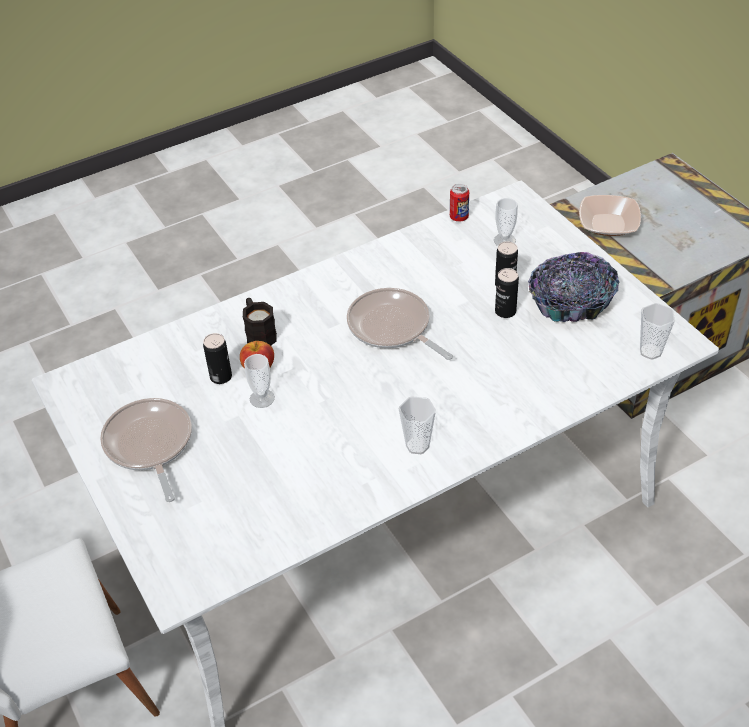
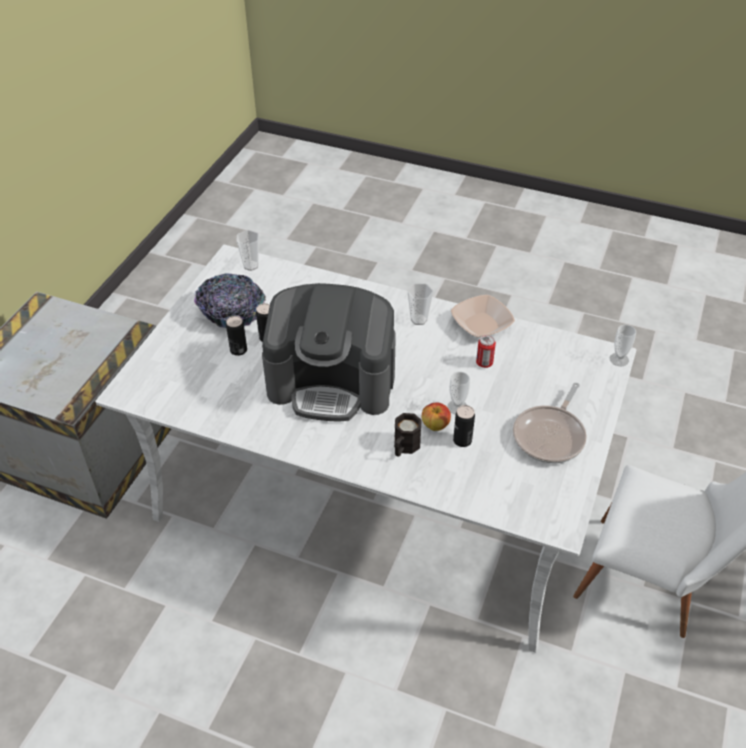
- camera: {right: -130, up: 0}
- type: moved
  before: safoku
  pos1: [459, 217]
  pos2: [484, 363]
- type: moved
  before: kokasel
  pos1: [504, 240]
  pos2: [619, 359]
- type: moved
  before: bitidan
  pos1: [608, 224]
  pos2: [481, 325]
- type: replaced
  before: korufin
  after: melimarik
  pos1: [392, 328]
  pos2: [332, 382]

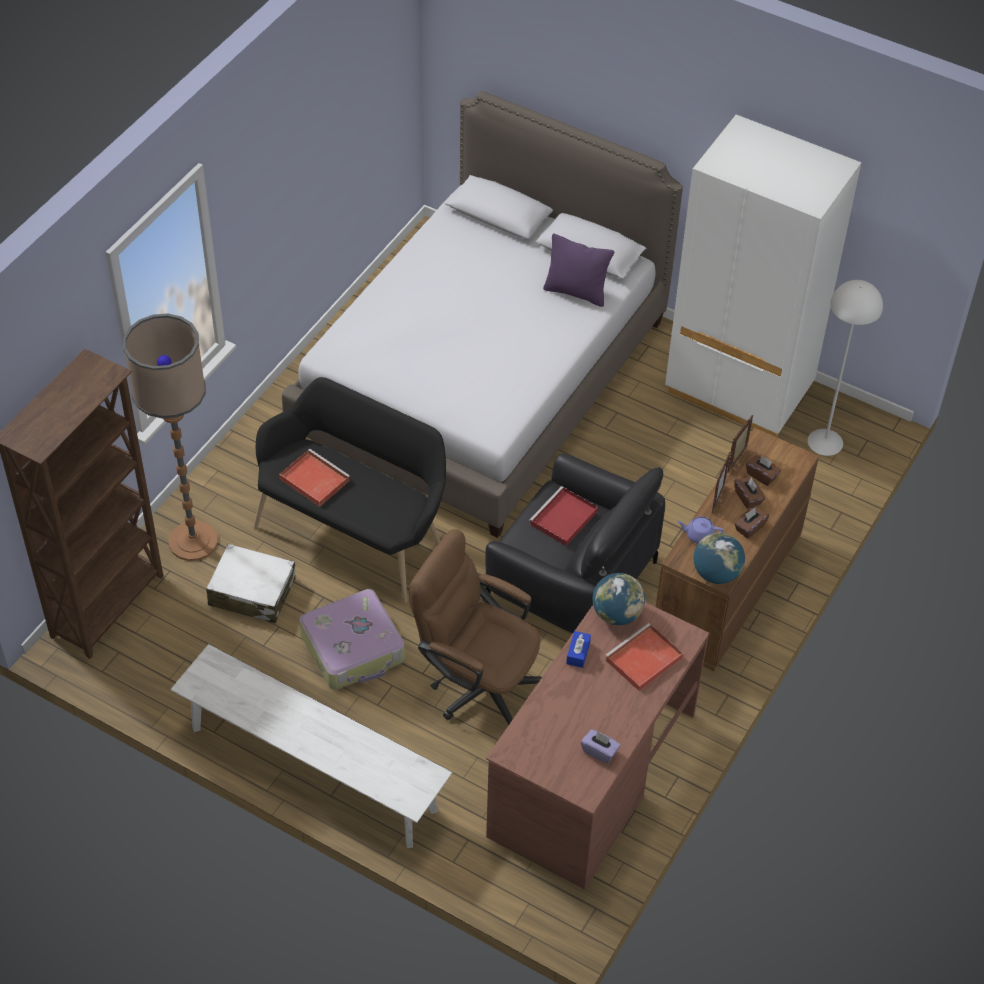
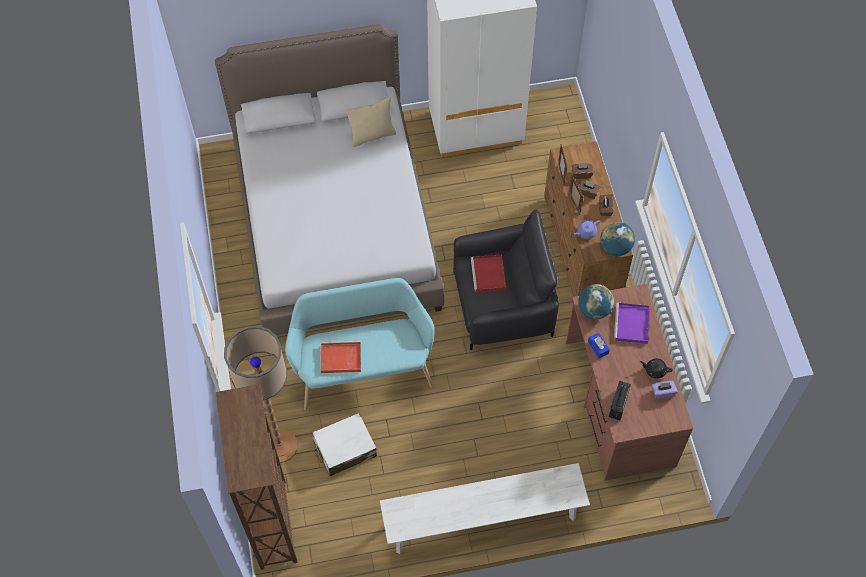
- camera: {right: -40, up: 10}
- type: removed
  before: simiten
  pos1: [354, 648]
- type: removed
  before: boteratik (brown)
  pos1: [477, 682]
- type: removed
  before: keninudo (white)
  pos1: [825, 442]
- type: added
  after: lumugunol
  pos2: [618, 405]
- type: added
  after: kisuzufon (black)
  pos2: [654, 370]
- type: recoloured
  before: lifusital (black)
  after: lifusital (turquoise)
  pos1: [355, 532]
  pos2: [363, 368]
- type: recoloured
  before: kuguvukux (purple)
  after: kuguvukux (beige)
  pos1: [576, 292]
  pos2: [372, 135]
- type: recoloured
  before: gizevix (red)
  after: gizevix (purple)
  pos1: [643, 660]
  pos2: [632, 325]

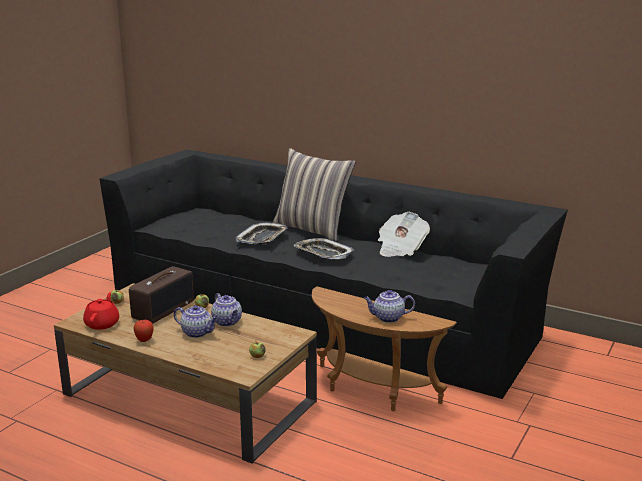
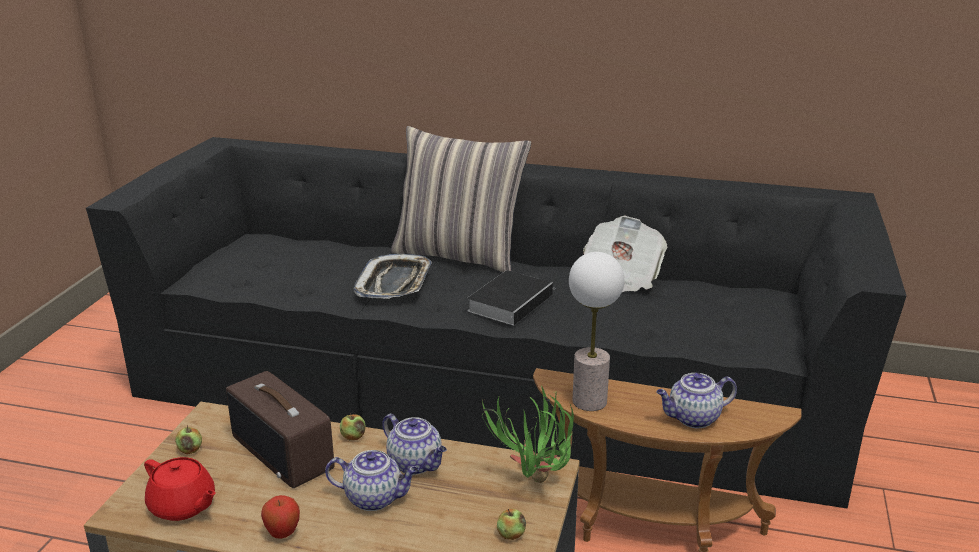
- camera: {right: -15, up: 5}
- type: added
  after: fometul
  pos2: [534, 487]
- type: added
  after: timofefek
  pos2: [589, 401]
- type: replaced
  before: gizevix
  after: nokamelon
  pos1: [323, 253]
  pos2: [511, 301]
- type: turned
  before: kisuzufon (red)
  pos1: [102, 324]
  pos2: [183, 506]
  turn: 135
- type: turned
  before: lumugunol
  pos1: [163, 309]
  pos2: [284, 452]
  turn: 120

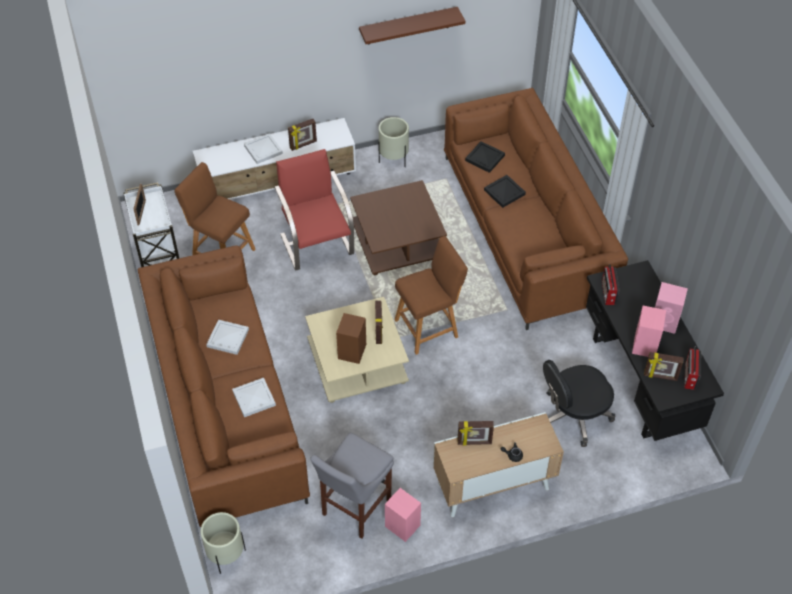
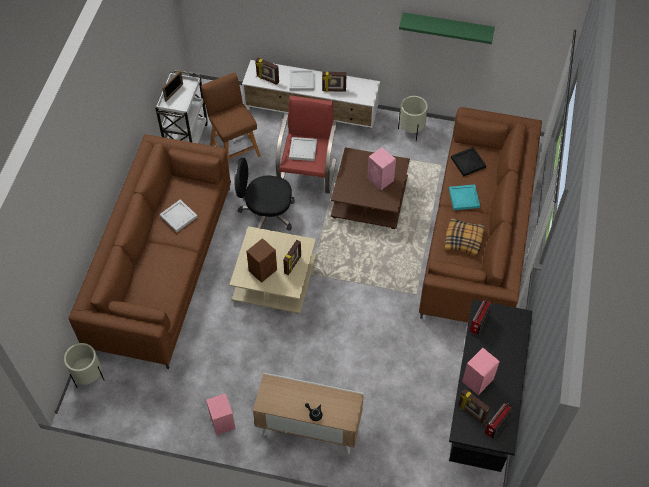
- camera: {right: 30, up: 5}
- type: removed
  before: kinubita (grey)
  pos1: [354, 509]
- type: removed
  before: kinubita (brown)
  pos1: [429, 327]
- type: added
  after: kuguvukux
  pos2: [463, 240]
- type: moved
  before: gizevix (white)
  pos1: [254, 398]
  pos2: [303, 149]
- type: moved
  before: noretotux
  pos1: [474, 442]
  pos2: [267, 79]
- type: moved
  before: boteratik (black)
  pos1: [573, 415]
  pos2: [266, 214]
- type: moved
  before: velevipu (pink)
  pos1: [665, 322]
  pos2: [381, 180]
- type: recoloured
  before: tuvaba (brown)
  after: tuvaba (green)
  pos1: [408, 26]
  pos2: [447, 27]
- type: recoloured
  before: gizevix (black)
  after: gizevix (turquoise)
  pos1: [504, 193]
  pos2: [463, 198]

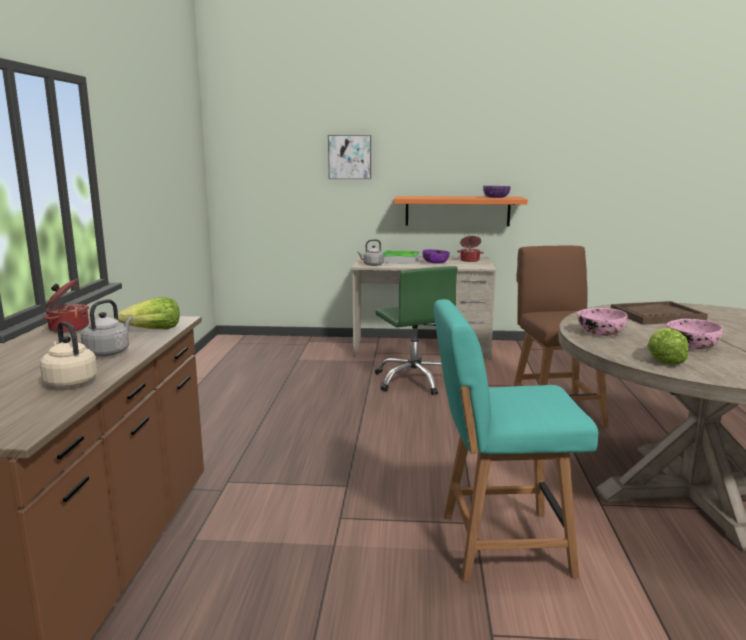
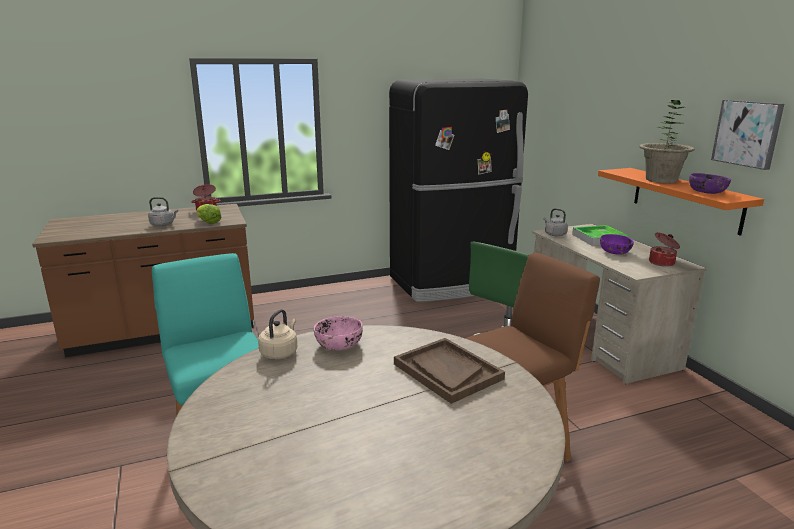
- camera: {right: 65, up: 5}
- type: removed
  before: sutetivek
  pos1: [664, 360]
- type: removed
  before: bitidan (pink)
  pos1: [691, 346]
- type: added
  after: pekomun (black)
  pos2: [452, 282]
- type: added
  after: fometul
  pos2: [661, 180]
- type: moved
  before: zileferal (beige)
  pos1: [70, 382]
  pos2: [280, 352]
- type: moved
  before: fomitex
  pos1: [349, 157]
  pos2: [747, 133]

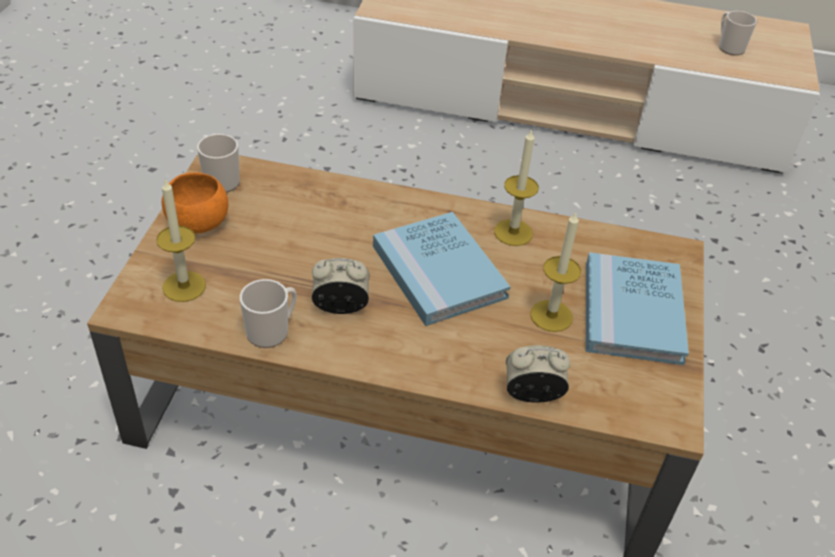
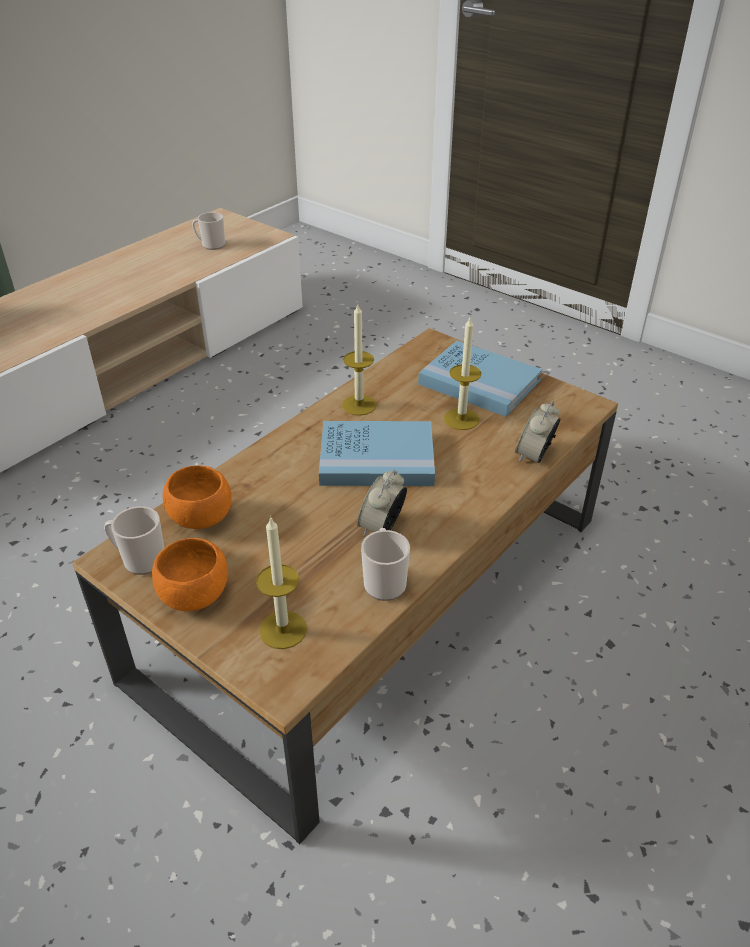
- camera: {right: -60, up: -5}
- type: added
  after: bitidan (orange)
  pos2: [201, 518]

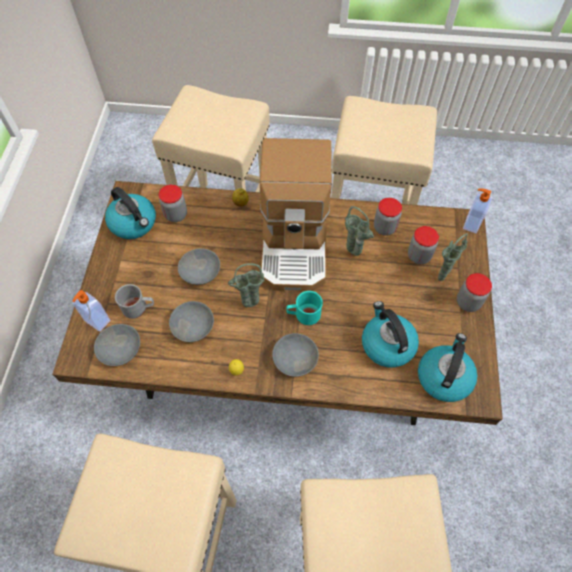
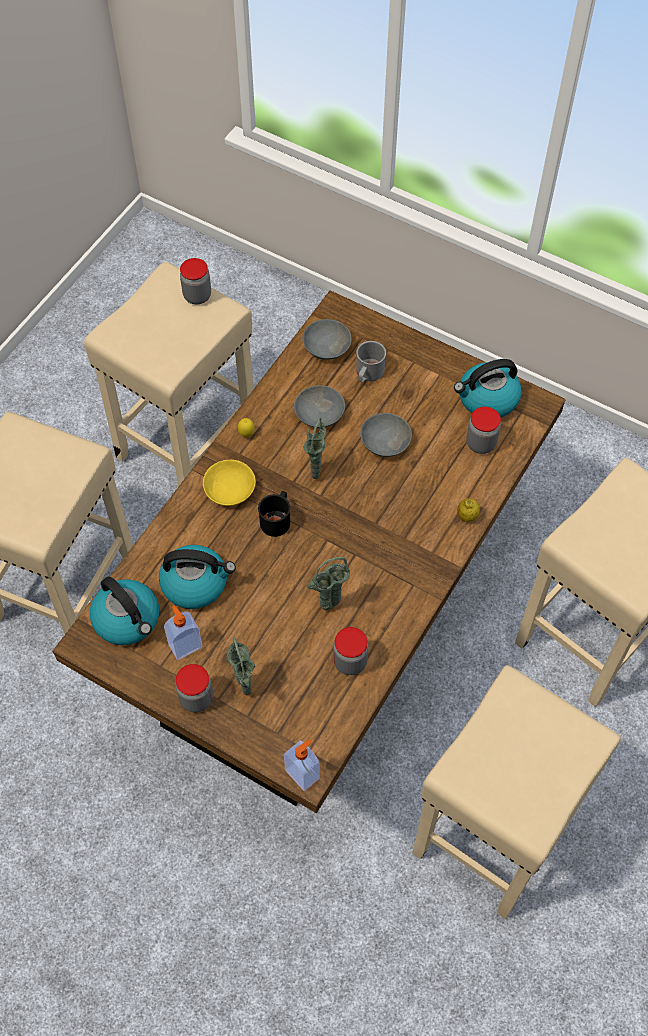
- camera: {right: 115, up: 0}
- type: removed
  before: melimarik
  pos1: [295, 243]
- type: moved
  before: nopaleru
  pos1: [97, 321]
  pos2: [185, 645]
- type: moved
  before: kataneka
  pos1: [419, 256]
  pos2: [197, 296]
- type: recoloured
  before: bitidan (grey)
  after: bitidan (yellow)
  pos1: [295, 360]
  pos2: [229, 489]
- type: recoloured
  before: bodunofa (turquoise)
  after: bodunofa (black)
  pos1: [303, 314]
  pos2: [277, 519]

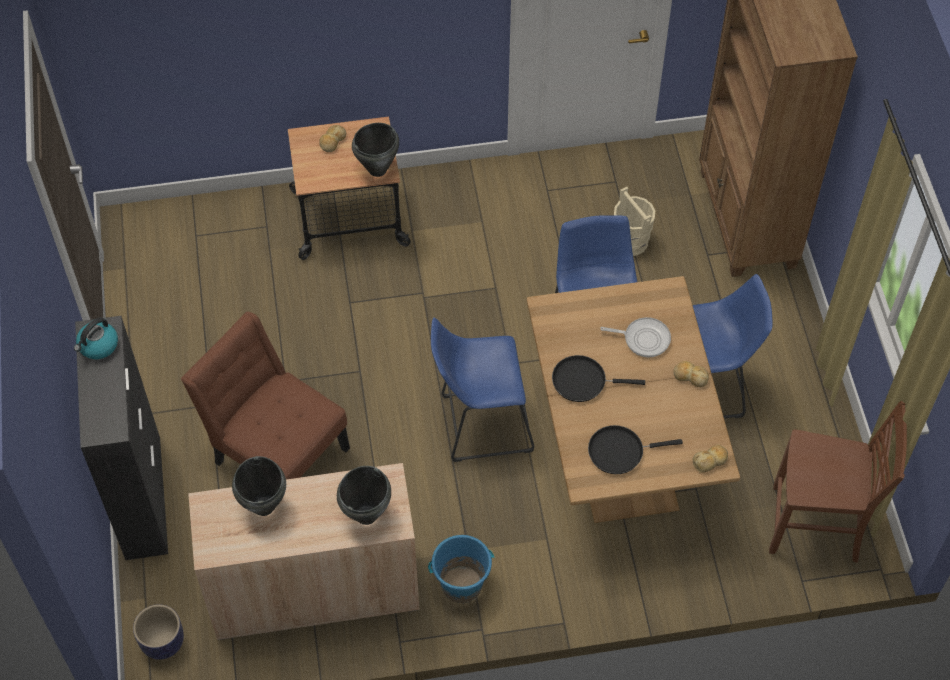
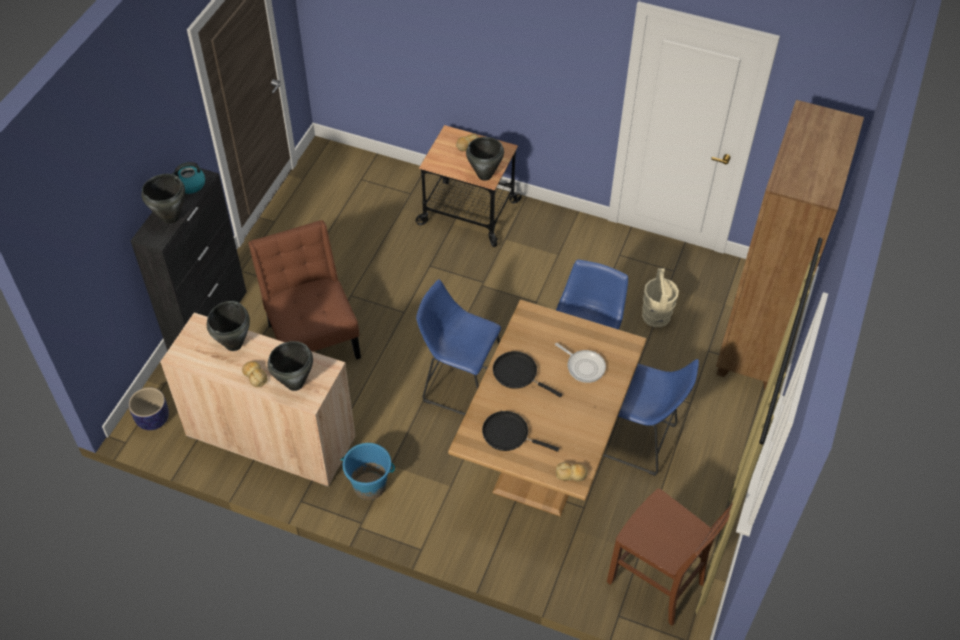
- camera: {right: 30, up: -5}
- type: added
  after: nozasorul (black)
  pos2: [170, 218]
- type: moved
  before: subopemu
  pos1: [690, 376]
  pos2: [255, 376]

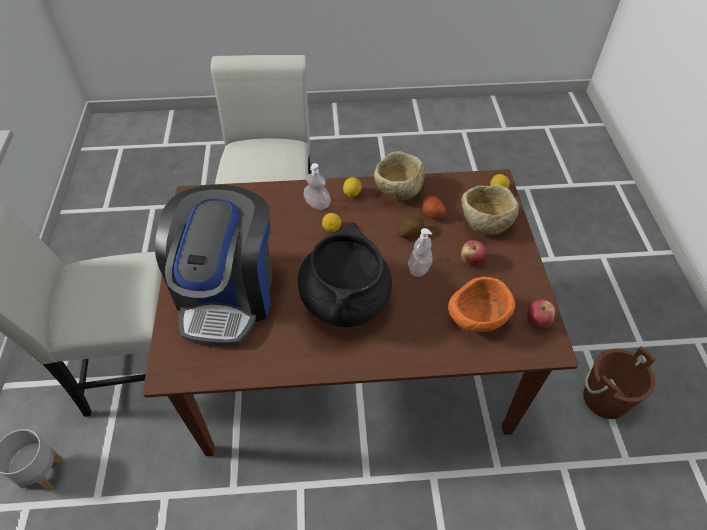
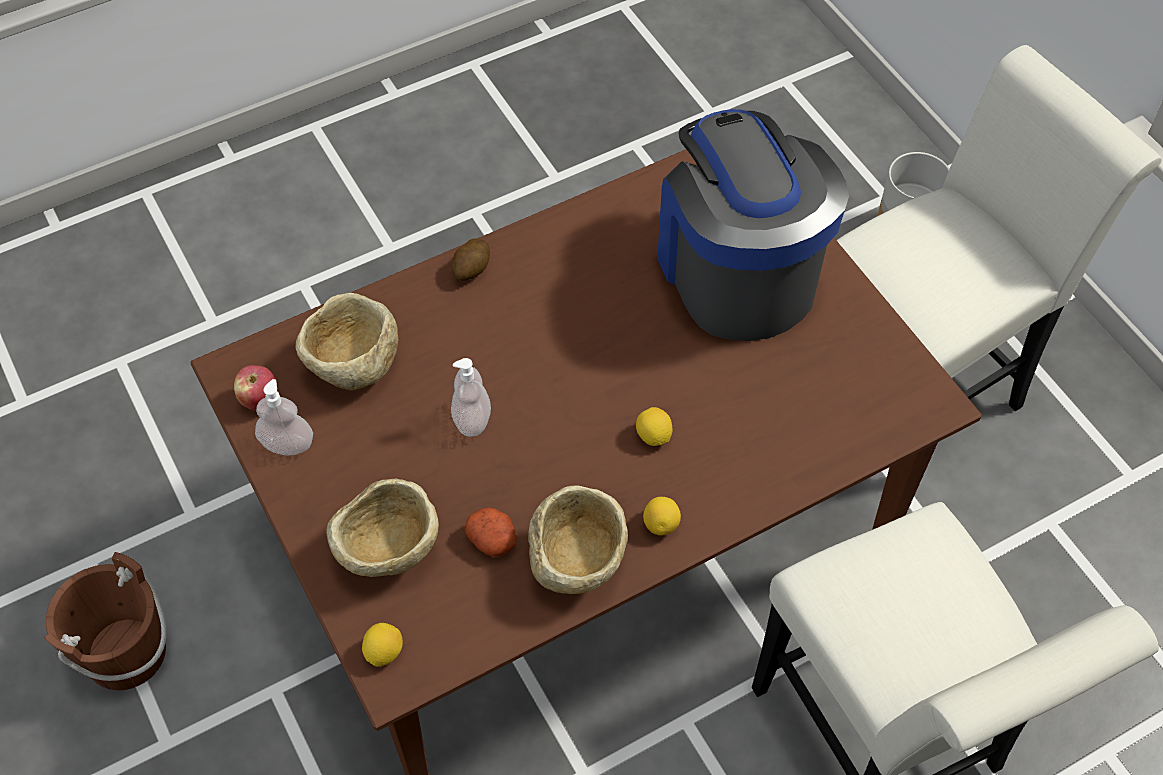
- camera: {right: 155, up: 5}
- type: removed
  before: nozasorul (black)
  pos1: [345, 300]
- type: removed
  before: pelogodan
  pos1: [471, 261]
- type: moved
  before: nopaleru
  pos1: [317, 204]
  pos2: [287, 444]
- type: moved
  before: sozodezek
  pos1: [410, 232]
  pos2: [471, 269]
- type: recoloured
  before: bitidan (orange)
  after: bitidan (beige)
  pos1: [476, 321]
  pos2: [353, 367]

